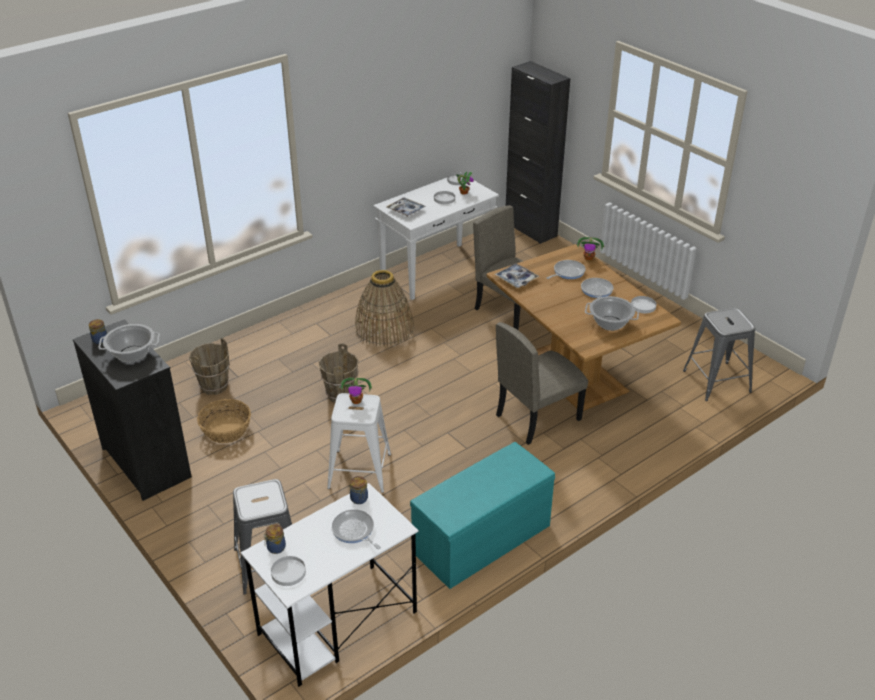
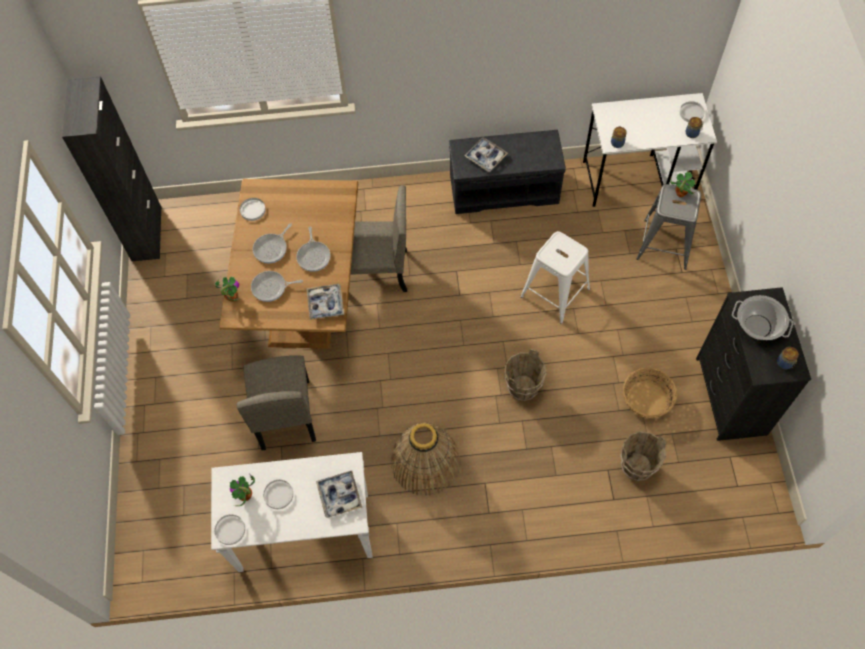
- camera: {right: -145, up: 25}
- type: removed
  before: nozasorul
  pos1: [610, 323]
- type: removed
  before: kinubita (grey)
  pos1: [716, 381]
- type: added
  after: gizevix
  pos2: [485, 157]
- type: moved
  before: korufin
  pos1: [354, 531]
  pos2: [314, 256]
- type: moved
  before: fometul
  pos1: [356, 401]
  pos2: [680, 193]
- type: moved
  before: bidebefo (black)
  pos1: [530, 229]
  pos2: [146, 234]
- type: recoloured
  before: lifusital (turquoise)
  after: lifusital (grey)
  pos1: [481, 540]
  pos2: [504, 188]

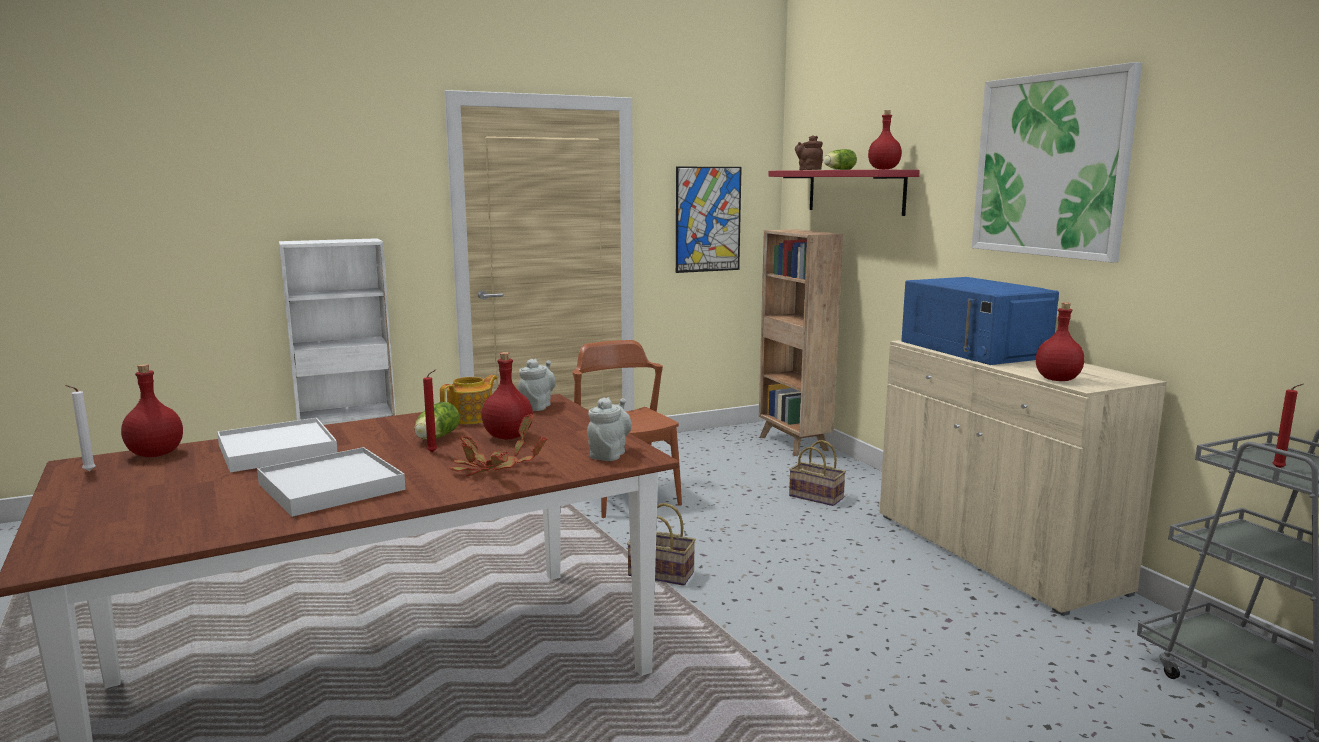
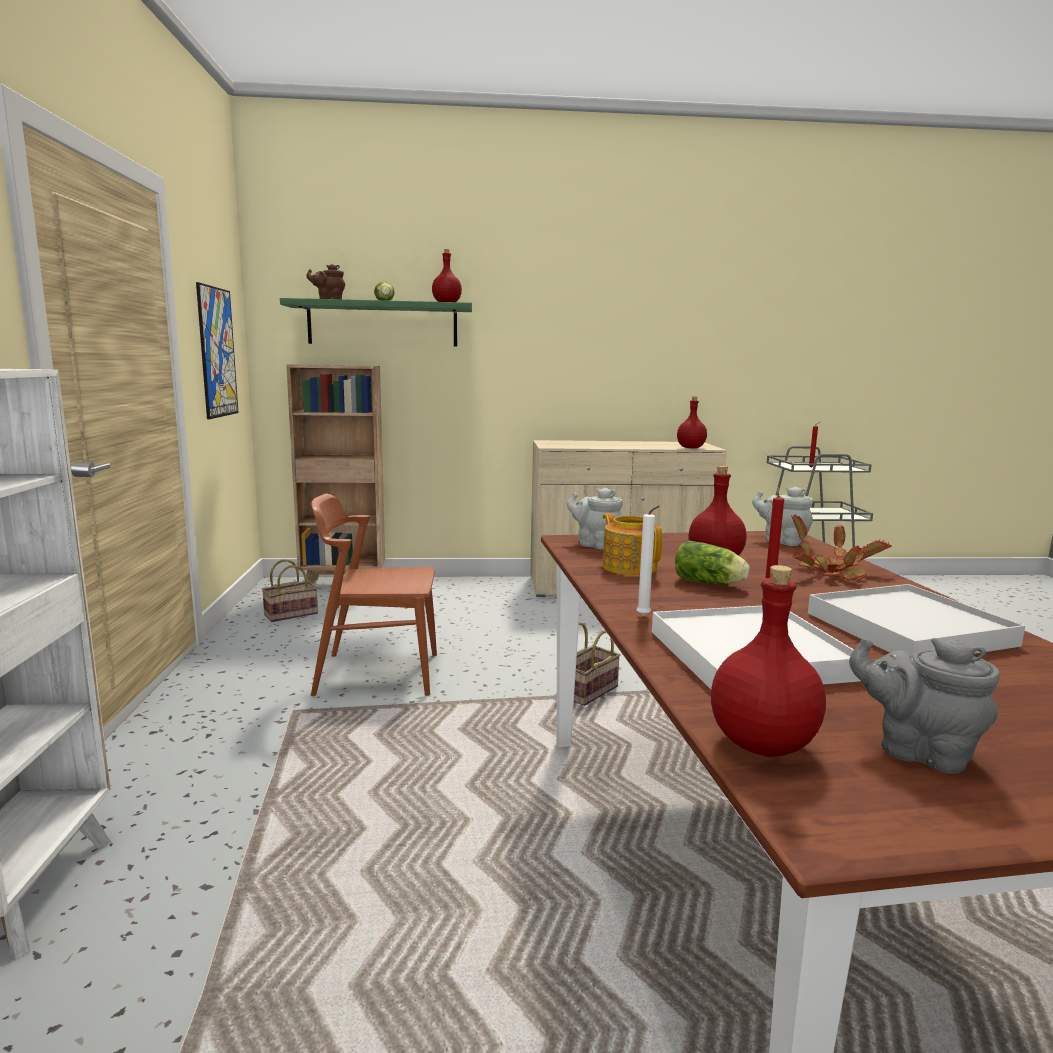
- camera: {right: -70, up: 0}
- type: removed
  before: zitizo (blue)
  pos1: [974, 349]
- type: removed
  before: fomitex
  pos1: [1050, 165]
- type: added
  after: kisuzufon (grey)
  pos2: [918, 751]
- type: moved
  before: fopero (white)
  pos1: [87, 471]
  pos2: [645, 617]
- type: moved
  before: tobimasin
  pos1: [817, 497]
  pos2: [292, 613]
- type: recoloured
  before: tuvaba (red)
  after: tuvaba (green)
  pos1: [855, 191]
  pos2: [382, 324]

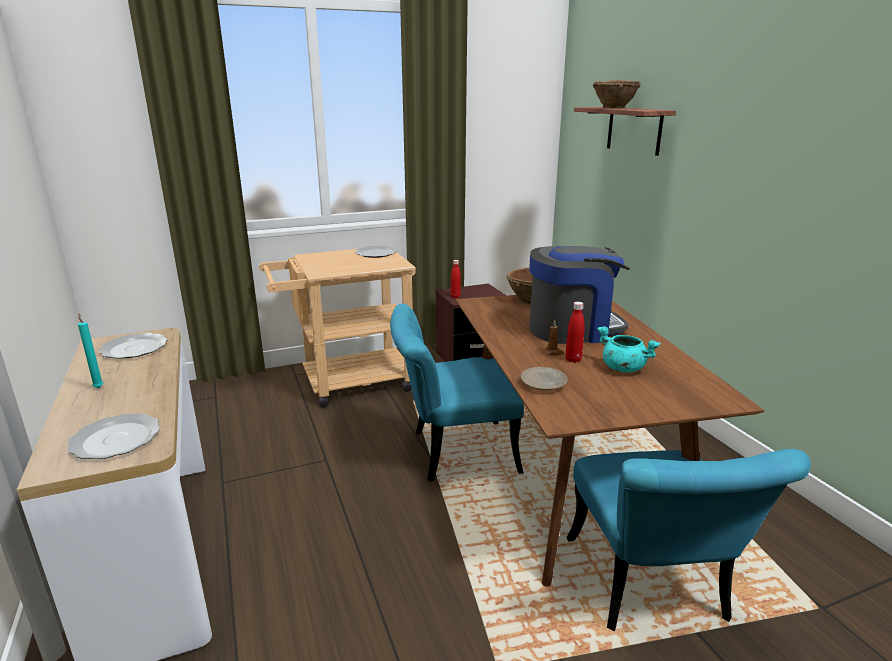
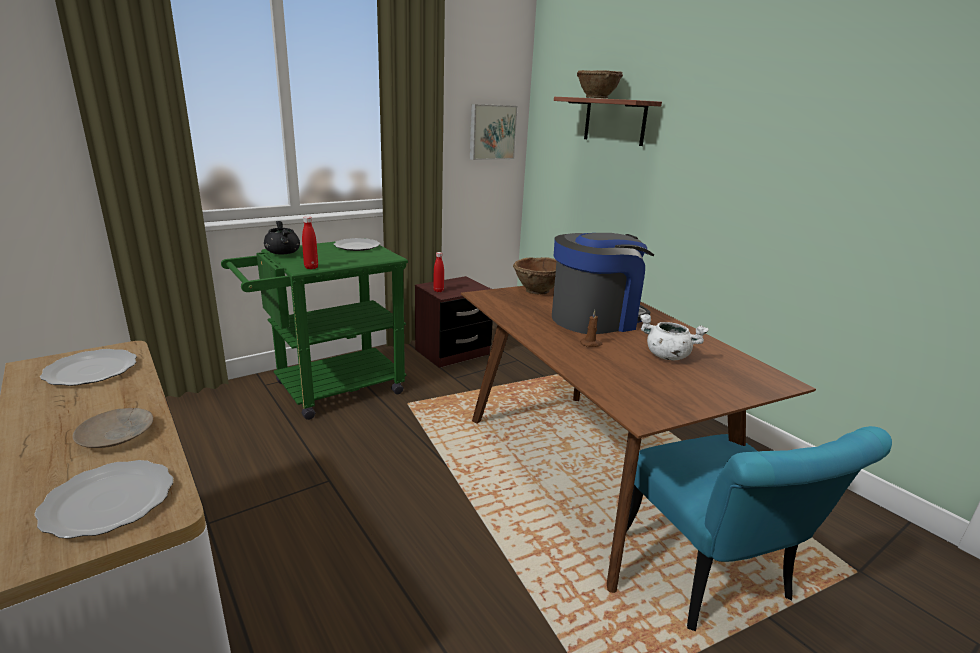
- camera: {right: -15, up: 0}
- type: removed
  before: fopero (turquoise)
  pos1: [98, 387]
- type: removed
  before: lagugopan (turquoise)
  pos1: [452, 452]
- type: added
  after: nozasorul (black)
  pos2: [282, 253]
- type: added
  after: fomitex
  pos2: [491, 132]
- type: moved
  before: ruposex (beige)
  pos1: [543, 384]
  pos2: [117, 435]
- type: moved
  before: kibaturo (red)
  pos1: [573, 360]
  pos2: [311, 267]
- type: recoloured
  before: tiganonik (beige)
  after: tiganonik (green)
  pos1: [347, 383]
  pos2: [328, 390]
- type: recoloured
  before: nozasorul (turquoise)
  after: nozasorul (white)
  pos1: [622, 368]
  pos2: [666, 356]

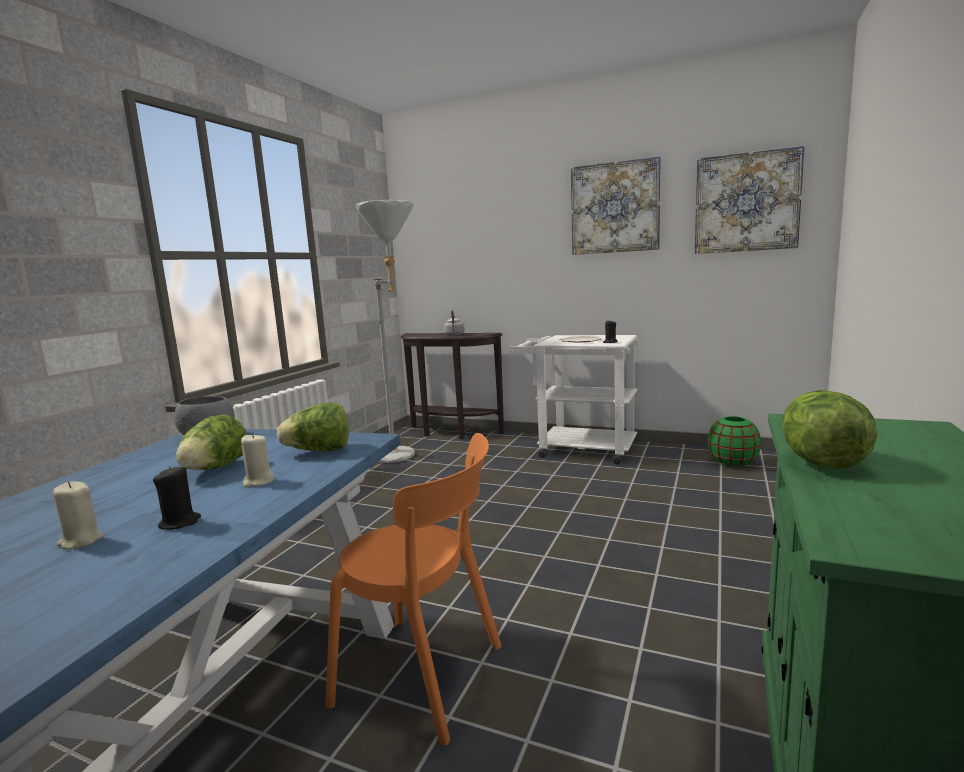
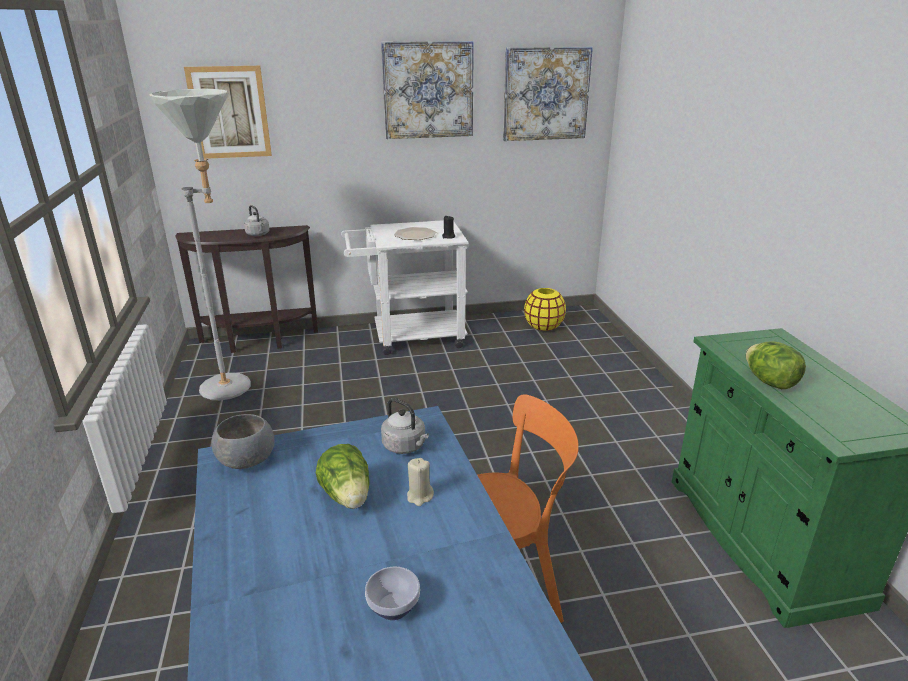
- camera: {right: -35, up: 15}
- type: removed
  before: fopero (black)
  pos1: [180, 522]
- type: added
  after: fomitex
  pos2: [229, 112]
- type: replaced
  before: fopero (beige)
  after: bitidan
  pos1: [81, 541]
  pos2: [393, 605]
- type: replaced
  before: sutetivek
  after: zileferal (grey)
  pos1: [319, 451]
  pos2: [406, 446]
- type: recoloured
  before: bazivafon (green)
  after: bazivafon (yellow)
  pos1: [733, 463]
  pos2: [543, 326]

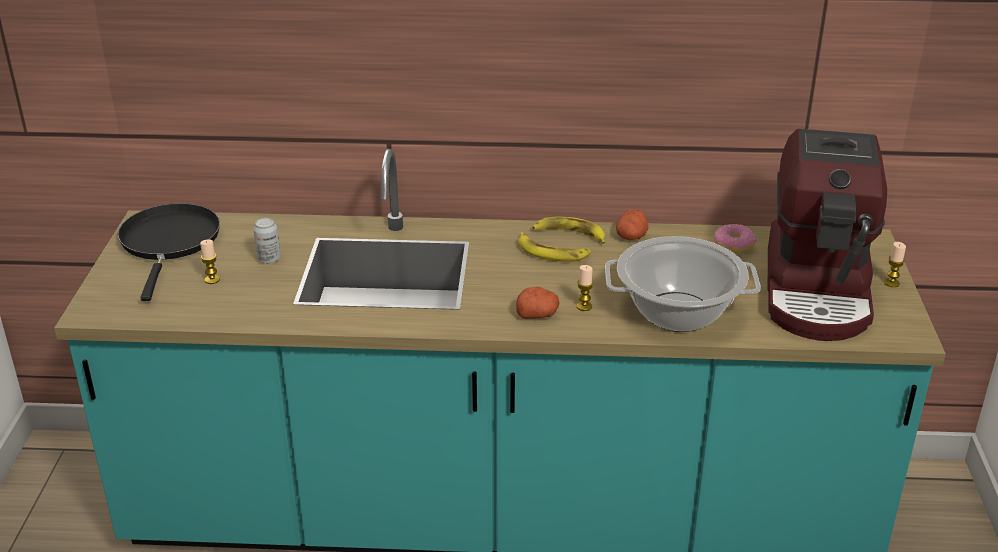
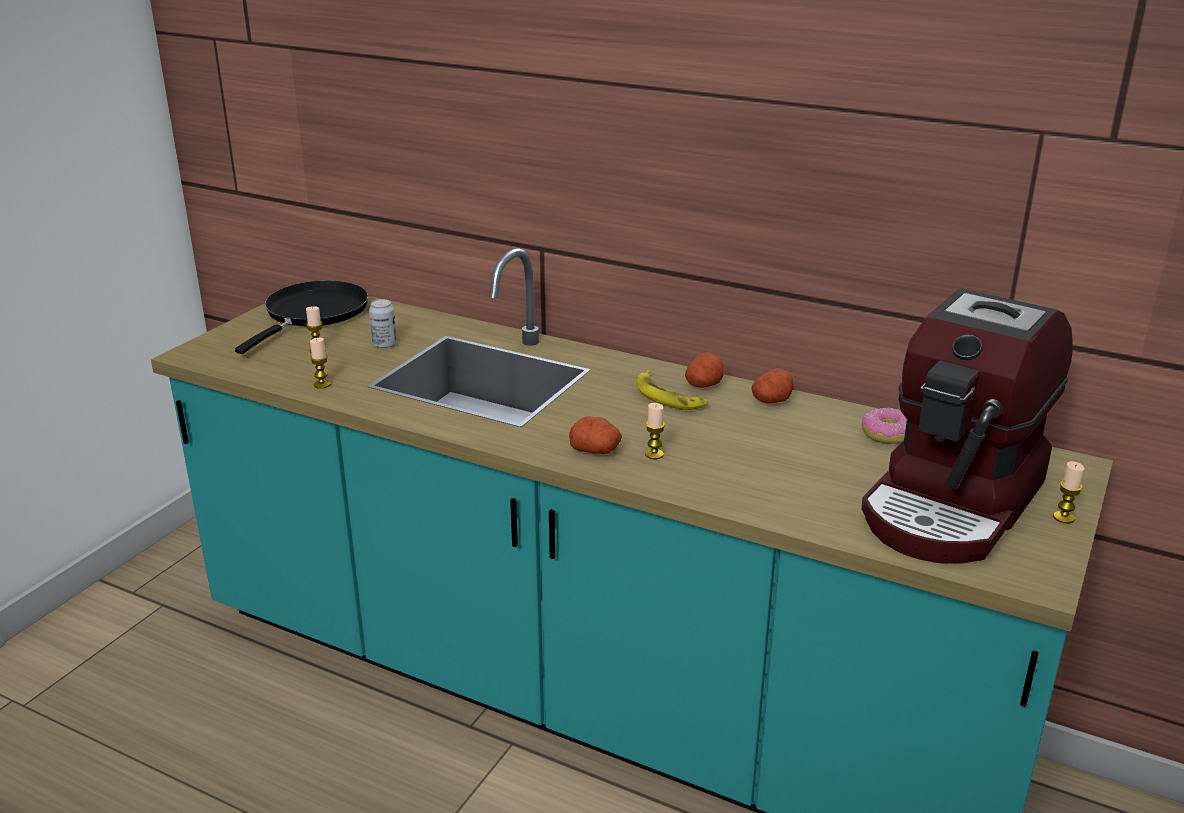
- camera: {right: 25, up: -5}
- type: removed
  before: nozasorul
  pos1: [677, 313]
- type: added
  after: fopero
  pos2: [322, 384]
- type: replaced
  before: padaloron
  after: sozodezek
  pos1: [570, 234]
  pos2: [704, 384]

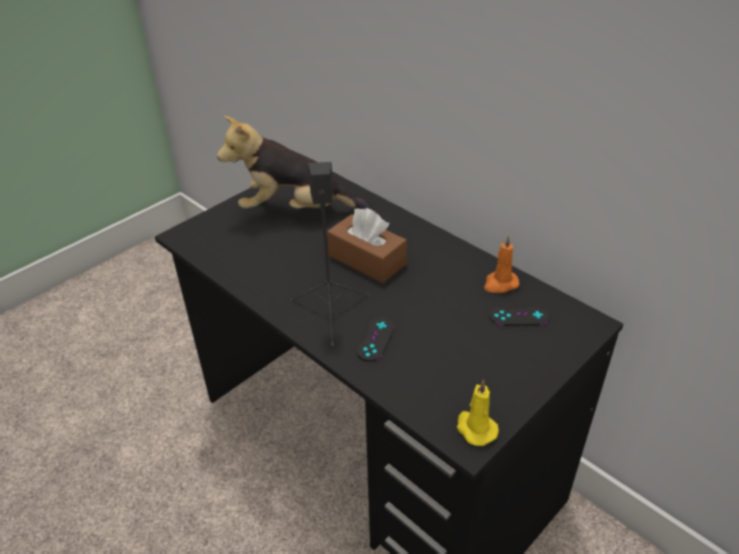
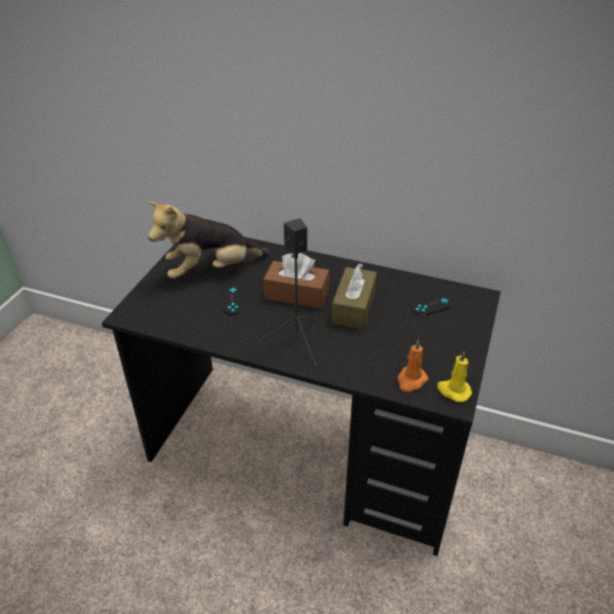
- camera: {right: -25, up: 0}
- type: added
  after: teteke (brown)
  pos2: [353, 307]
- type: moved
  before: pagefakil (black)
  pos1: [375, 339]
  pos2: [233, 300]
- type: moved
  before: fopero (orange)
  pos1: [500, 284]
  pos2: [411, 380]

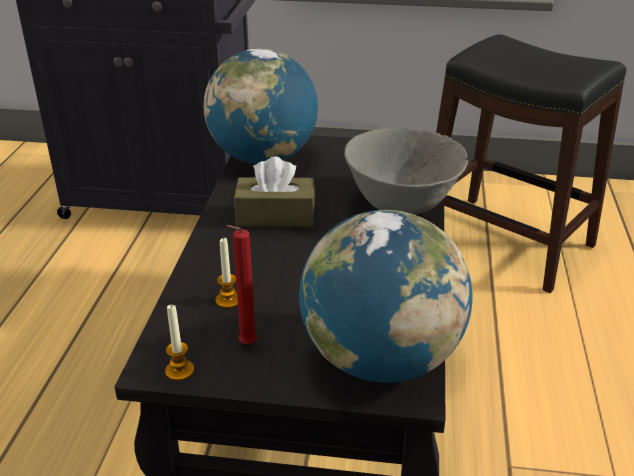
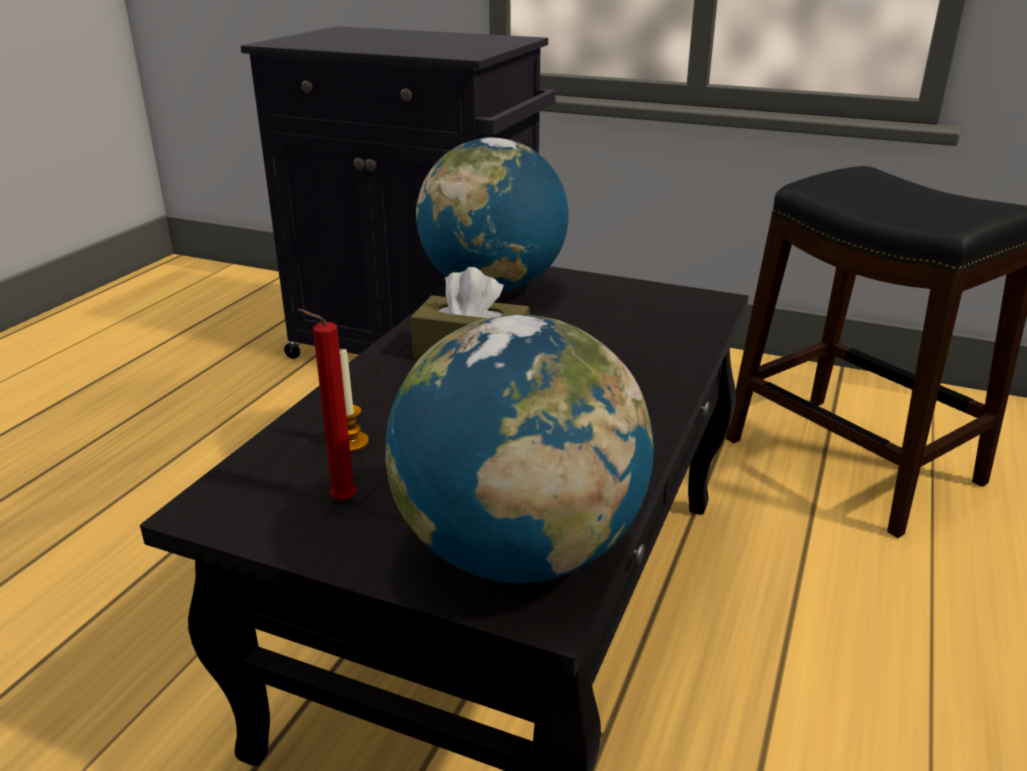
- camera: {right: 15, up: -5}
- type: removed
  before: fopero
  pos1: [179, 371]
- type: removed
  before: bitidan (grey)
  pos1: [401, 204]

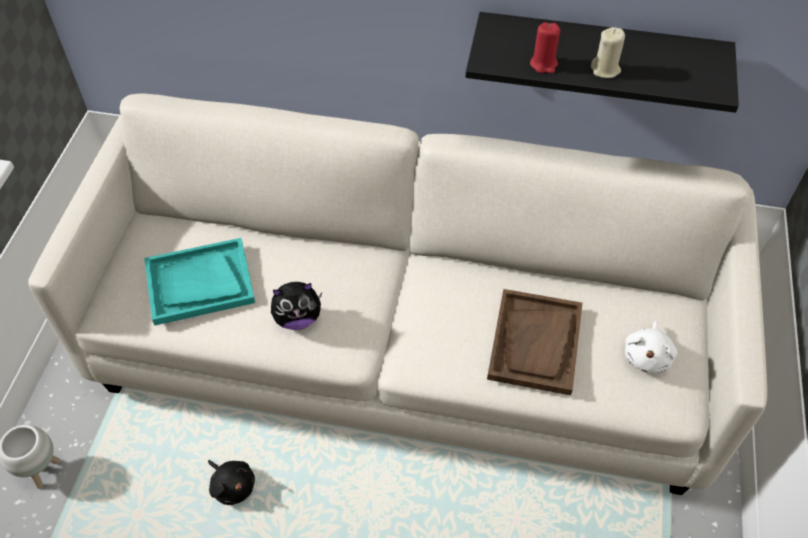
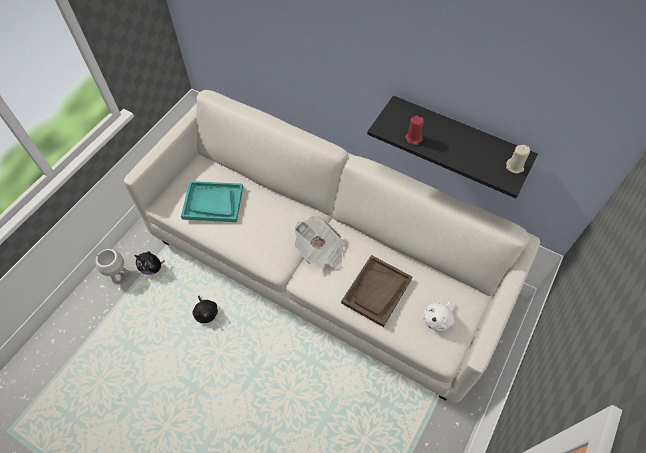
- camera: {right: 20, up: 5}
- type: added
  after: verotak
  pos2: [321, 250]
- type: moved
  before: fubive
  pos1: [298, 318]
  pos2: [152, 268]
- type: moved
  before: fopero (beige)
  pos1: [605, 69]
  pos2: [515, 167]

